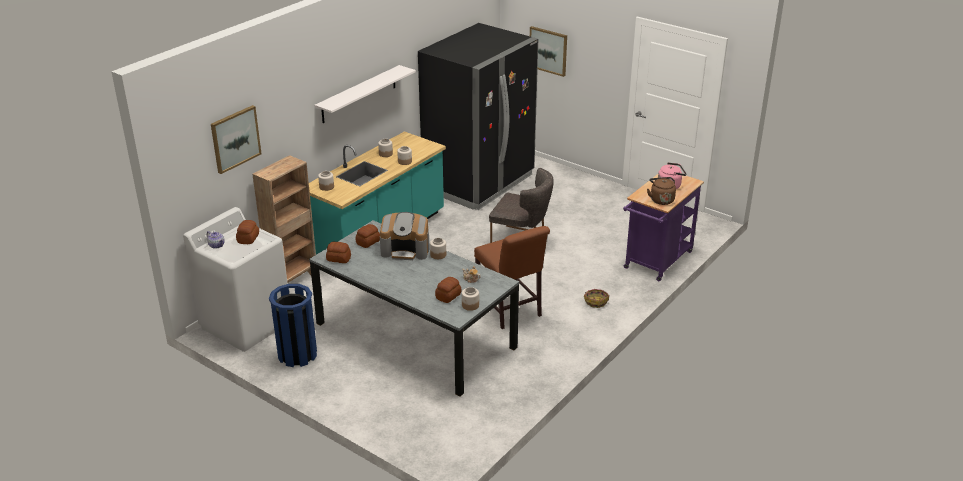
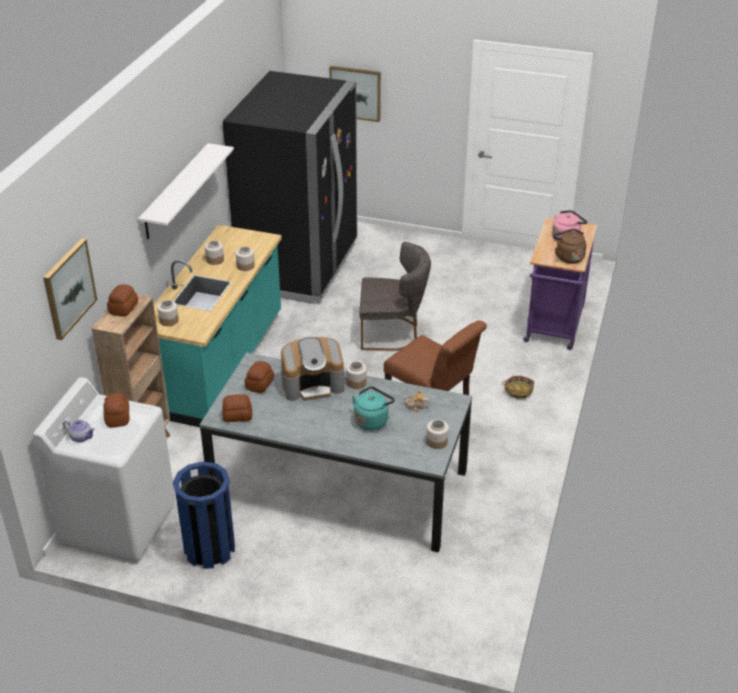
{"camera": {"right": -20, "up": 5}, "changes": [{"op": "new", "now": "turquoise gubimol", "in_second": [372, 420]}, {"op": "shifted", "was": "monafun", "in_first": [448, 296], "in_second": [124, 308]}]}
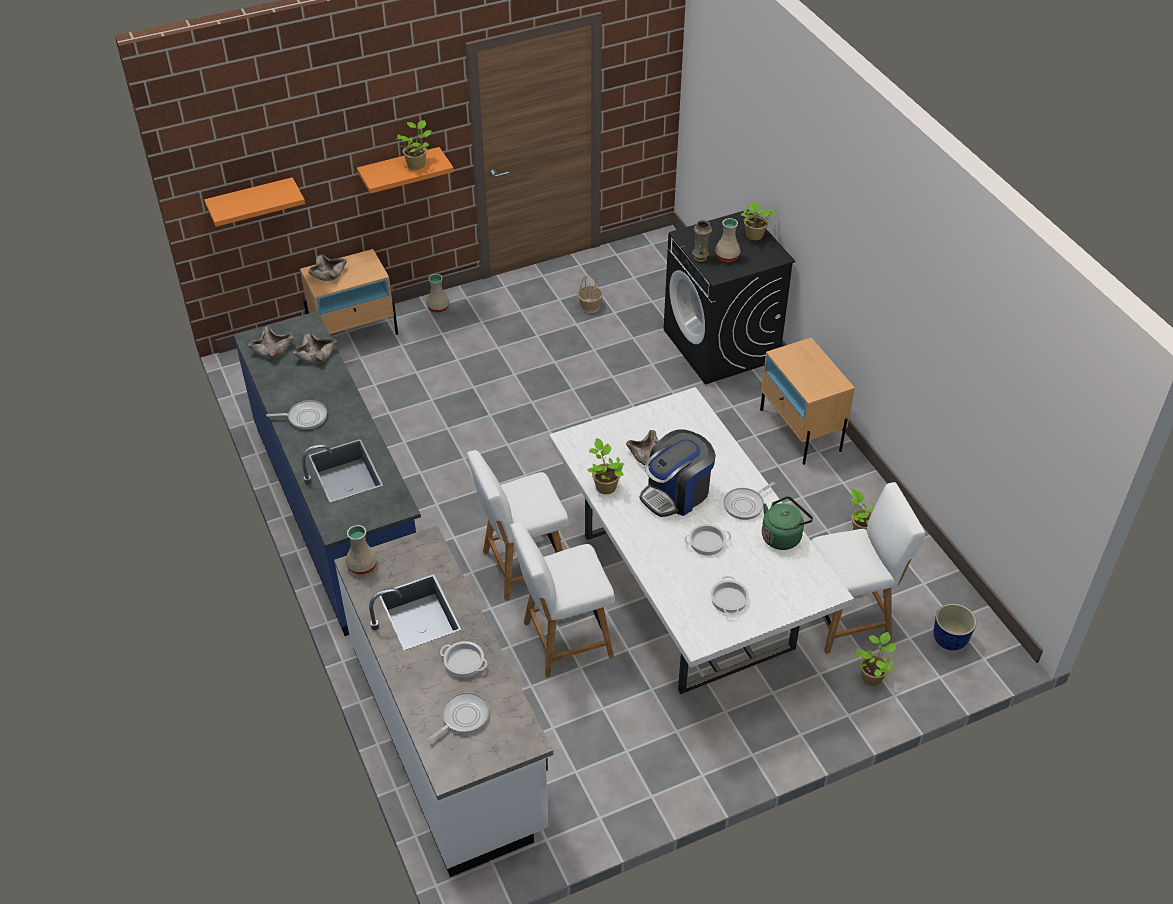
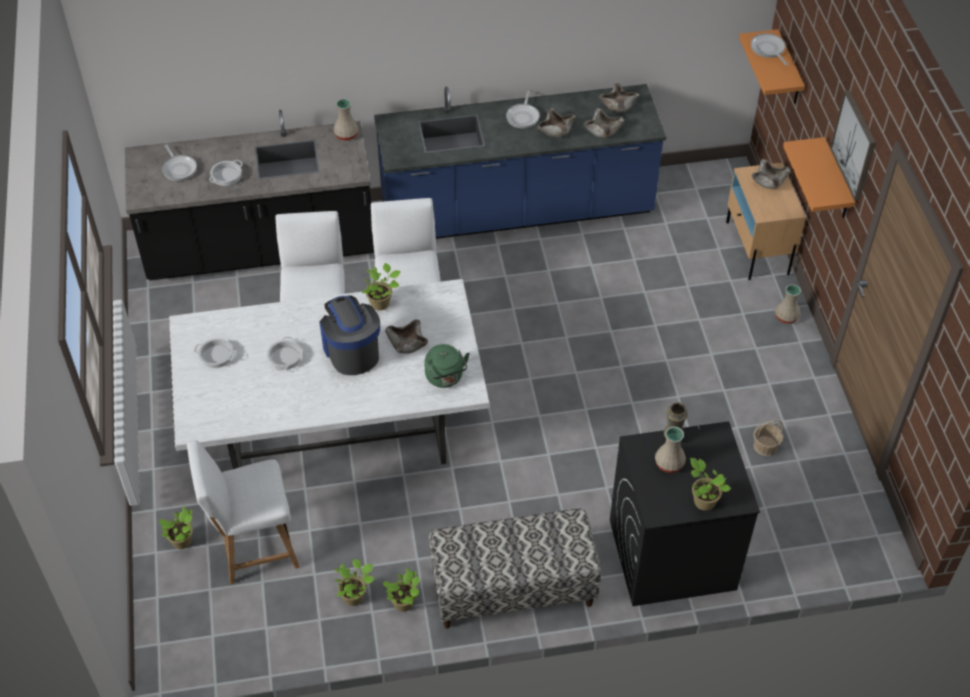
{"camera": {"right": 105, "up": 5}, "changes": [{"op": "gone", "was": "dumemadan", "in_first": [949, 641]}, {"op": "new", "now": "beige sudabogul", "in_second": [555, 129]}, {"op": "new", "now": "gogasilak", "in_second": [854, 145]}, {"op": "shifted", "was": "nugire", "in_first": [417, 164], "in_second": [404, 604]}, {"op": "shifted", "was": "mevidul", "in_first": [745, 505], "in_second": [768, 49]}, {"op": "shifted", "was": "green gubimol", "in_first": [783, 536], "in_second": [445, 378]}, {"op": "swapped", "was": "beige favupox", "now": "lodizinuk", "in_first": [800, 430], "in_second": [513, 589]}, {"op": "repainted", "was": "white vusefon", "now": "black vusefon", "in_first": [448, 737], "in_second": [261, 248]}, {"op": "rotated", "was": "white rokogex", "in_first": [849, 617], "in_second": [253, 547], "clockwise": 75}]}
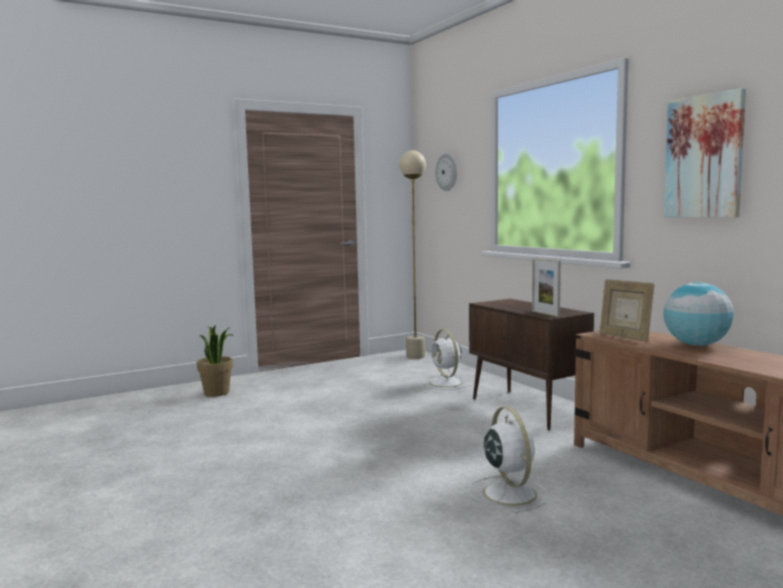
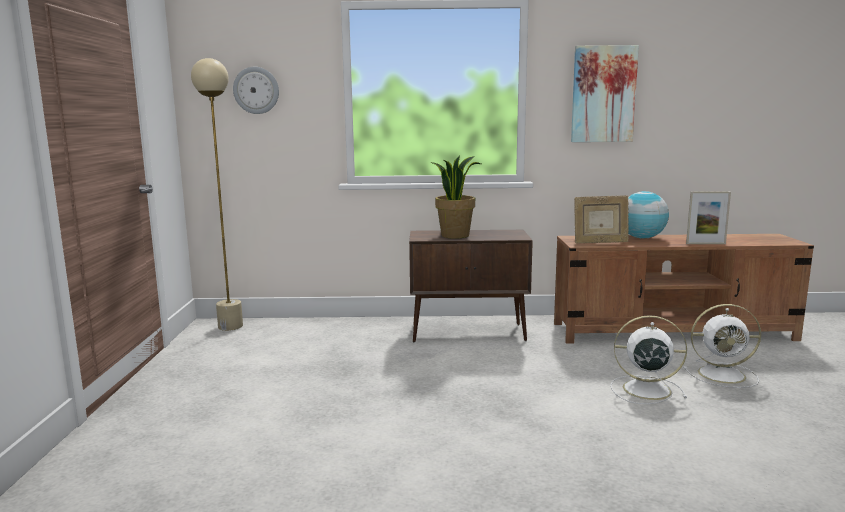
{"camera": {"right": -60, "up": 5}, "changes": [{"op": "shifted", "was": "nugire", "in_first": [217, 393], "in_second": [455, 235]}, {"op": "shifted", "was": "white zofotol", "in_first": [446, 383], "in_second": [723, 374]}, {"op": "shifted", "was": "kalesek", "in_first": [545, 314], "in_second": [705, 243]}]}
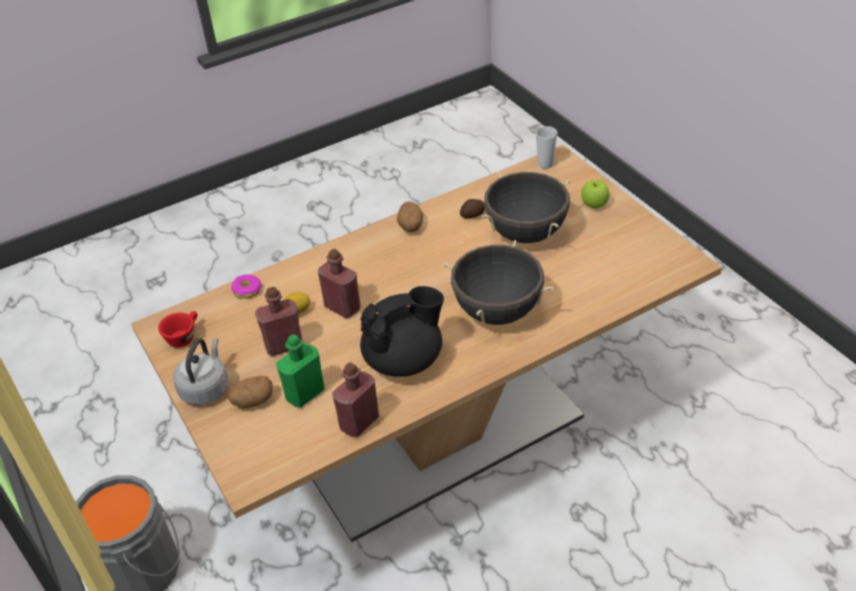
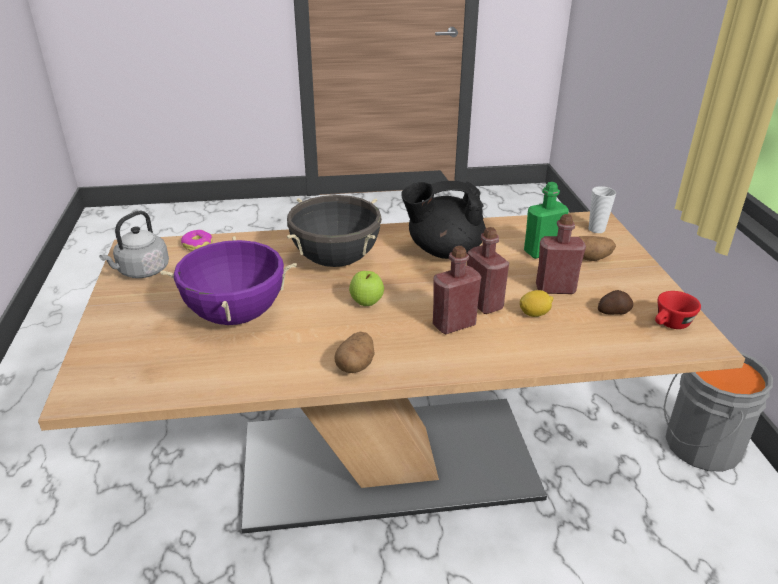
{"camera": {"right": -160, "up": -10}, "changes": [{"op": "shifted", "was": "grey gubimol", "in_first": [206, 388], "in_second": [141, 271]}, {"op": "shifted", "was": "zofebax", "in_first": [247, 290], "in_second": [197, 245]}, {"op": "shifted", "was": "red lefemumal", "in_first": [359, 422], "in_second": [454, 324]}, {"op": "shifted", "was": "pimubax", "in_first": [473, 215], "in_second": [613, 311]}, {"op": "shifted", "was": "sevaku", "in_first": [545, 164], "in_second": [596, 229]}, {"op": "shifted", "was": "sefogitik", "in_first": [594, 205], "in_second": [366, 302]}, {"op": "repainted", "was": "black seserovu", "now": "purple seserovu", "in_first": [526, 233], "in_second": [236, 315]}]}
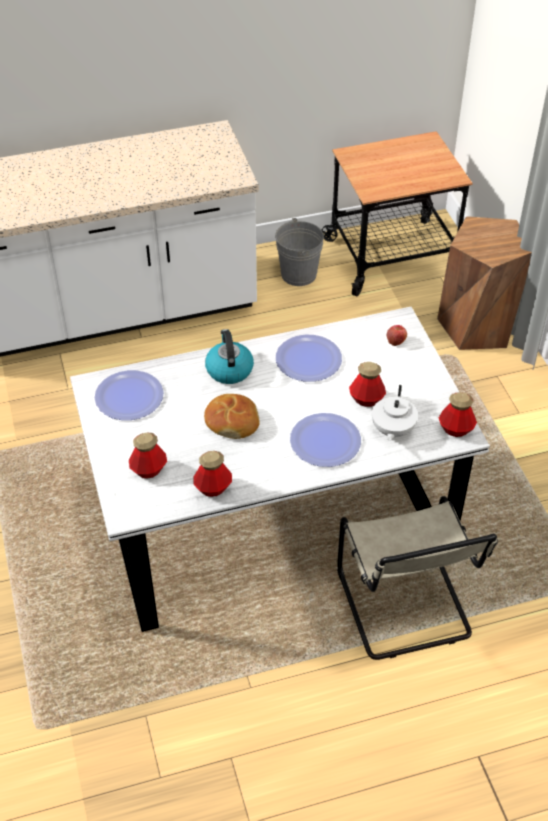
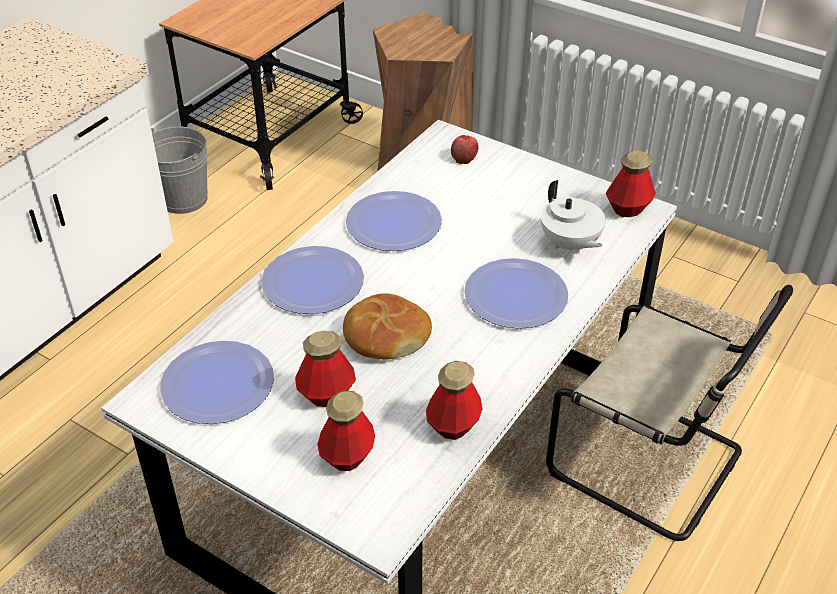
{"camera": {"right": -40, "up": -5}, "changes": [{"op": "shifted", "was": "lefemumal", "in_first": [366, 399], "in_second": [326, 394]}, {"op": "swapped", "was": "gubimol", "now": "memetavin", "in_first": [229, 369], "in_second": [313, 282]}]}
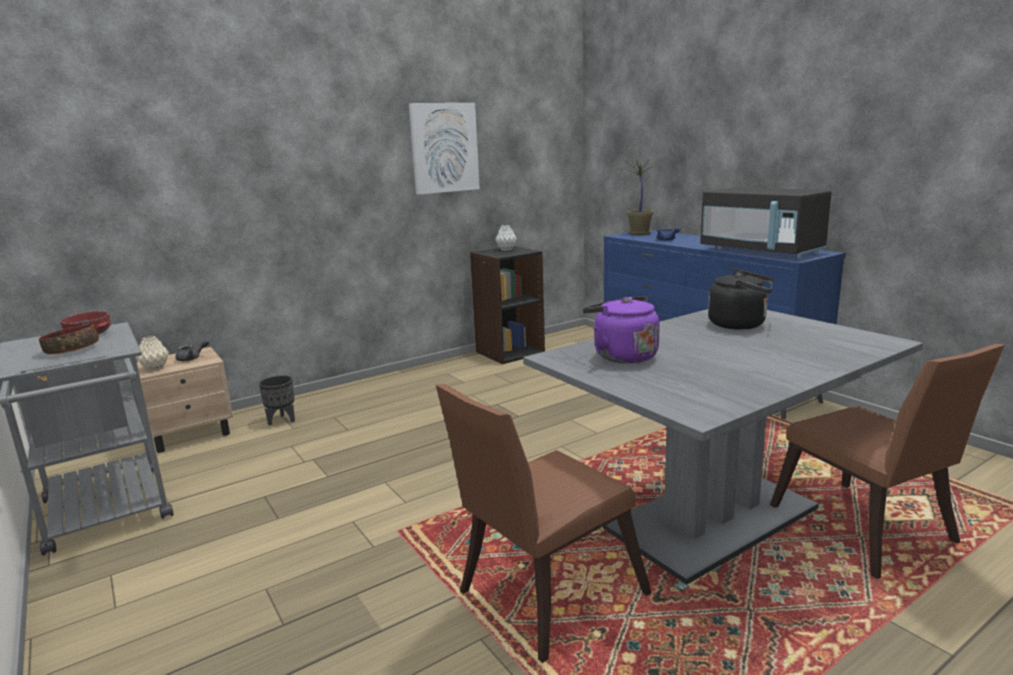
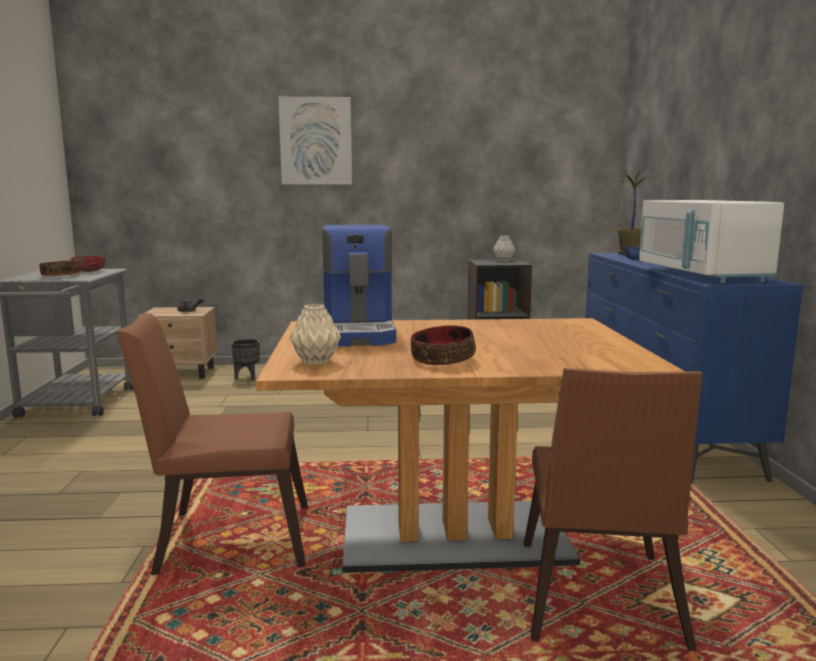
{"camera": {"right": 30, "up": -5}, "changes": [{"op": "gone", "was": "black gubimol", "in_first": [740, 324]}, {"op": "new", "now": "sudabogul", "in_second": [441, 359]}, {"op": "shifted", "was": "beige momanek", "in_first": [154, 369], "in_second": [314, 362]}, {"op": "shifted", "was": "gogasilak", "in_first": [444, 148], "in_second": [316, 141]}, {"op": "swapped", "was": "purple gubimol", "now": "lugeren", "in_first": [622, 356], "in_second": [360, 332]}, {"op": "repainted", "was": "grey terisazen", "now": "brown terisazen", "in_first": [712, 519], "in_second": [454, 537]}, {"op": "repainted", "was": "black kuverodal", "now": "white kuverodal", "in_first": [761, 251], "in_second": [701, 275]}]}
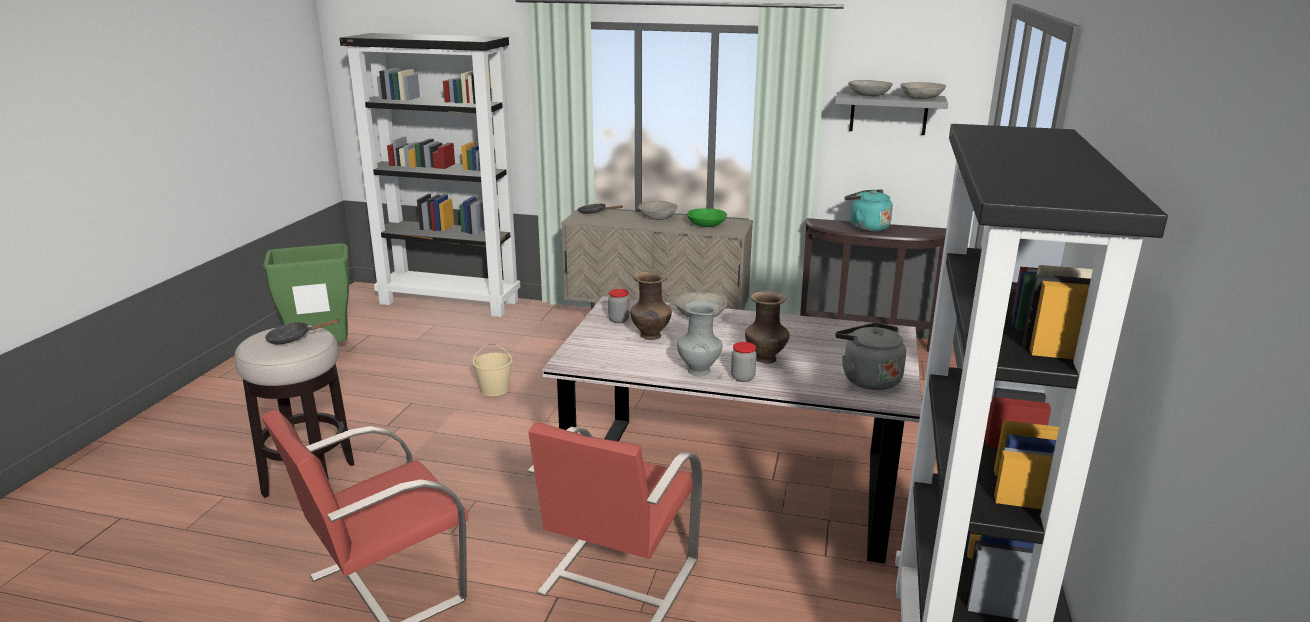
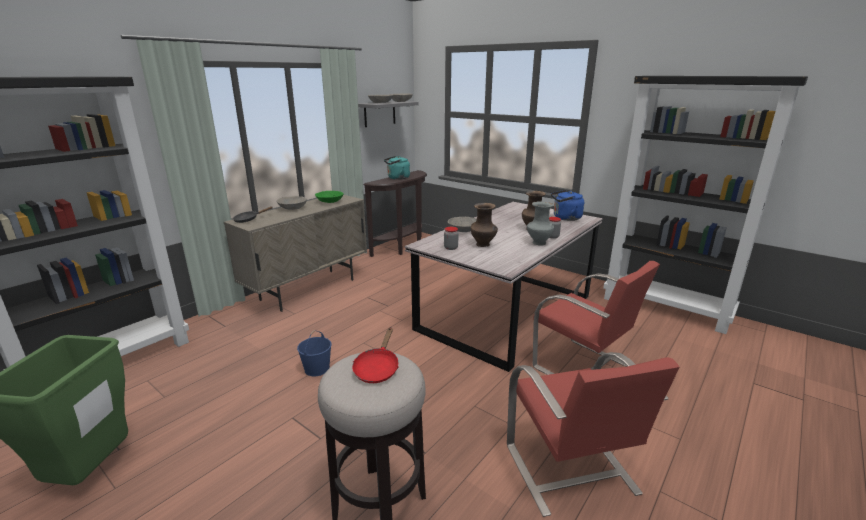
{"camera": {"right": -65, "up": 0}, "changes": [{"op": "repainted", "was": "black mevidul", "now": "red mevidul", "in_first": [294, 338], "in_second": [377, 368]}, {"op": "repainted", "was": "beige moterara", "now": "blue moterara", "in_first": [495, 389], "in_second": [317, 368]}, {"op": "repainted", "was": "grey gubimol", "now": "blue gubimol", "in_first": [868, 379], "in_second": [565, 218]}]}
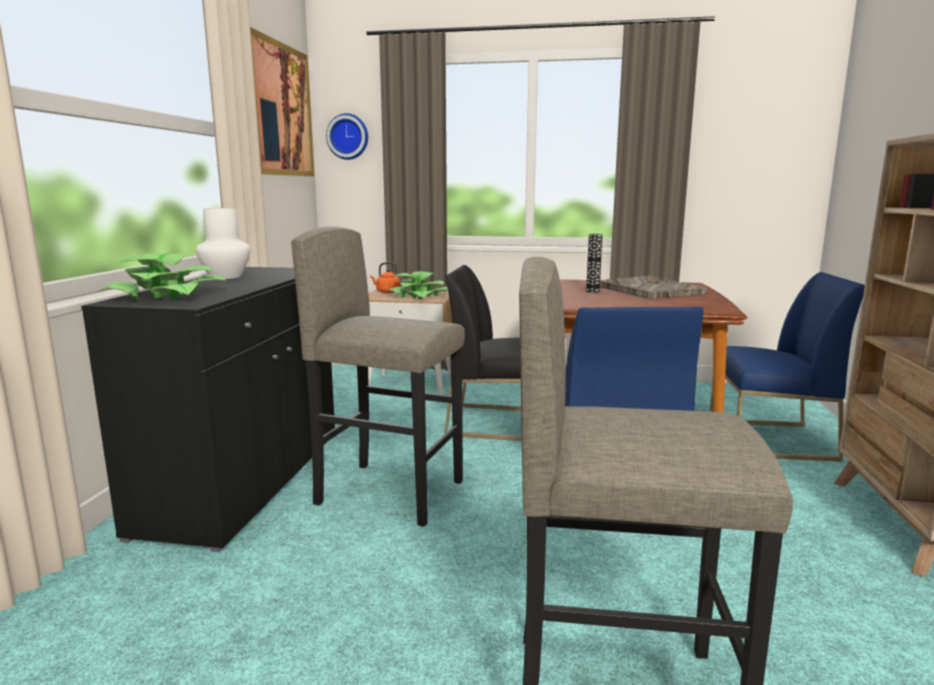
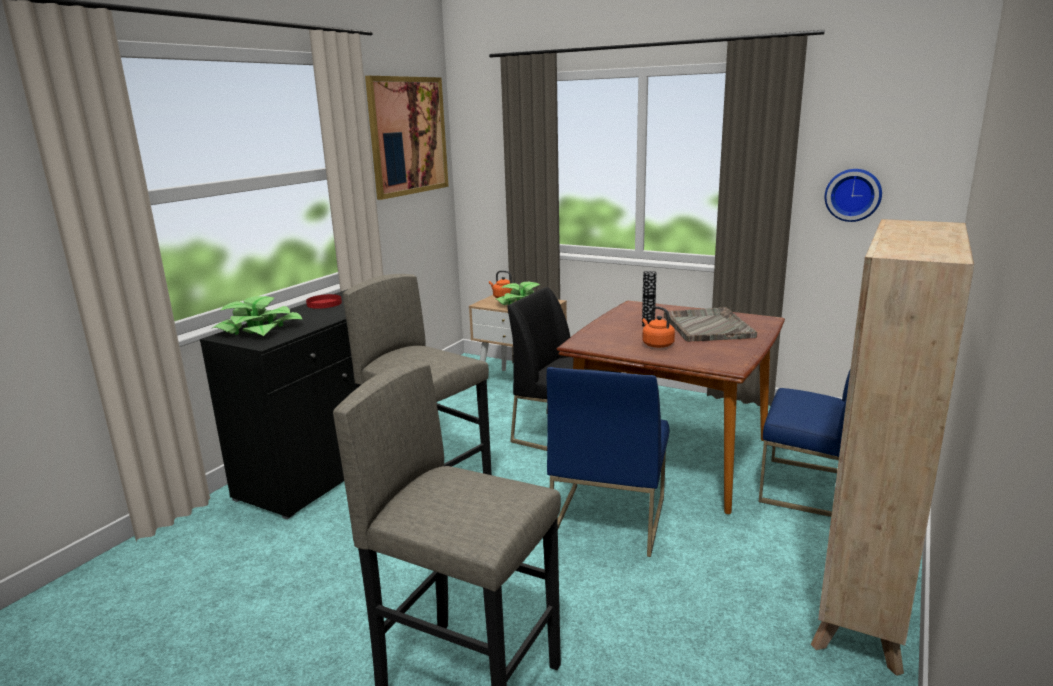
{"camera": {"right": 20, "up": 5}, "changes": [{"op": "new", "now": "orange gubimol", "in_second": [656, 344]}, {"op": "shifted", "was": "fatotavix", "in_first": [348, 137], "in_second": [853, 194]}, {"op": "swapped", "was": "white momanek", "now": "red memetavin", "in_first": [226, 276], "in_second": [324, 303]}]}
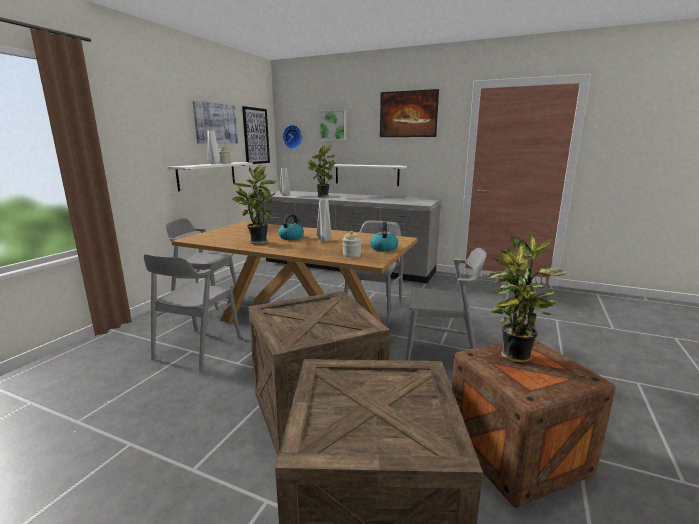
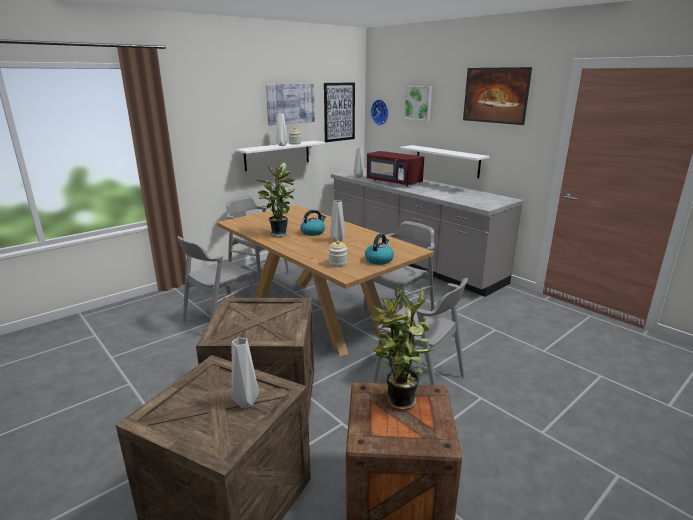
{"camera": {"right": 25, "up": 5}, "changes": [{"op": "new", "now": "grey momanek", "in_second": [244, 403]}, {"op": "swapped", "was": "nugire", "now": "red kuverodal", "in_first": [322, 196], "in_second": [392, 182]}]}
